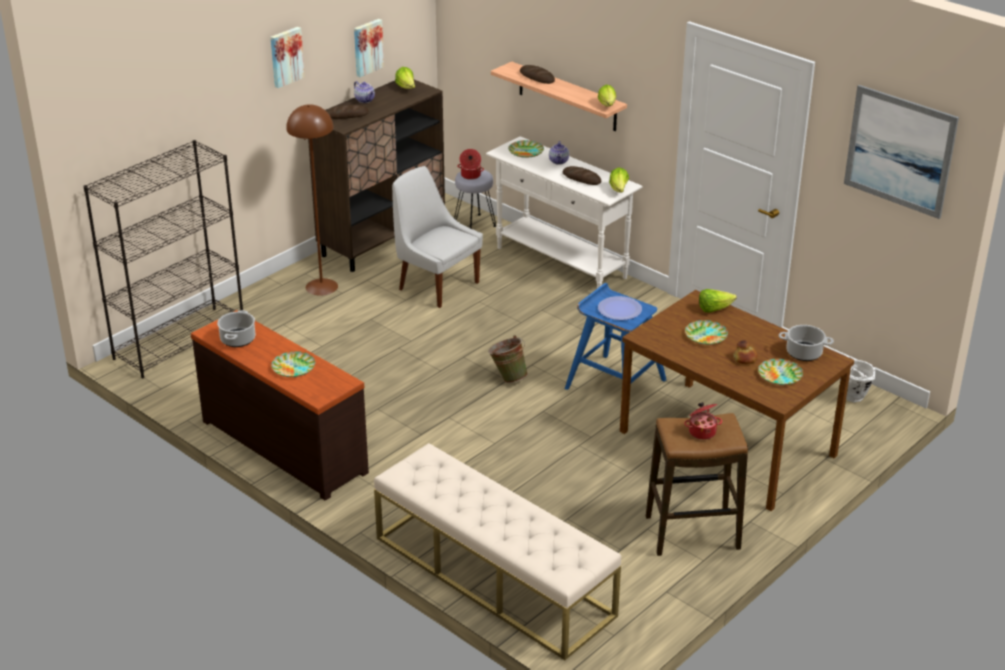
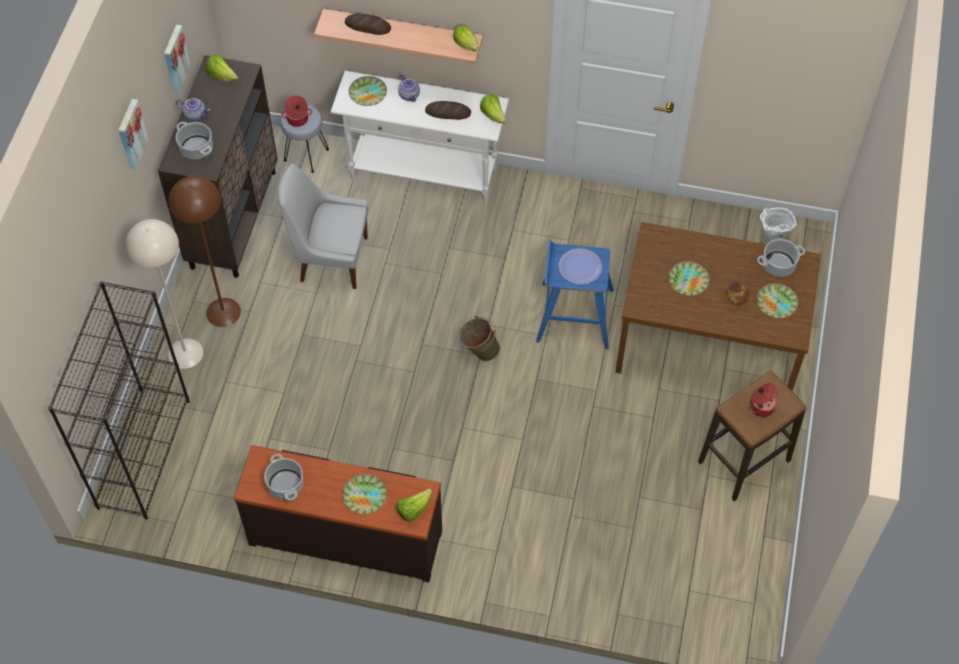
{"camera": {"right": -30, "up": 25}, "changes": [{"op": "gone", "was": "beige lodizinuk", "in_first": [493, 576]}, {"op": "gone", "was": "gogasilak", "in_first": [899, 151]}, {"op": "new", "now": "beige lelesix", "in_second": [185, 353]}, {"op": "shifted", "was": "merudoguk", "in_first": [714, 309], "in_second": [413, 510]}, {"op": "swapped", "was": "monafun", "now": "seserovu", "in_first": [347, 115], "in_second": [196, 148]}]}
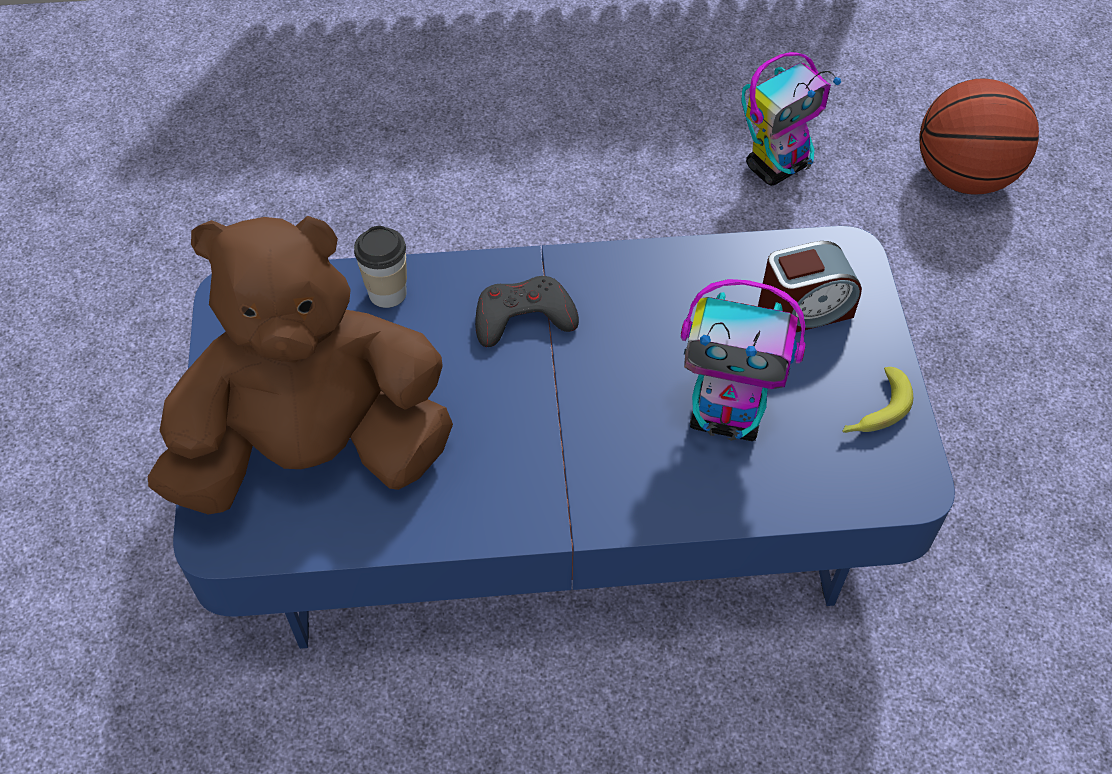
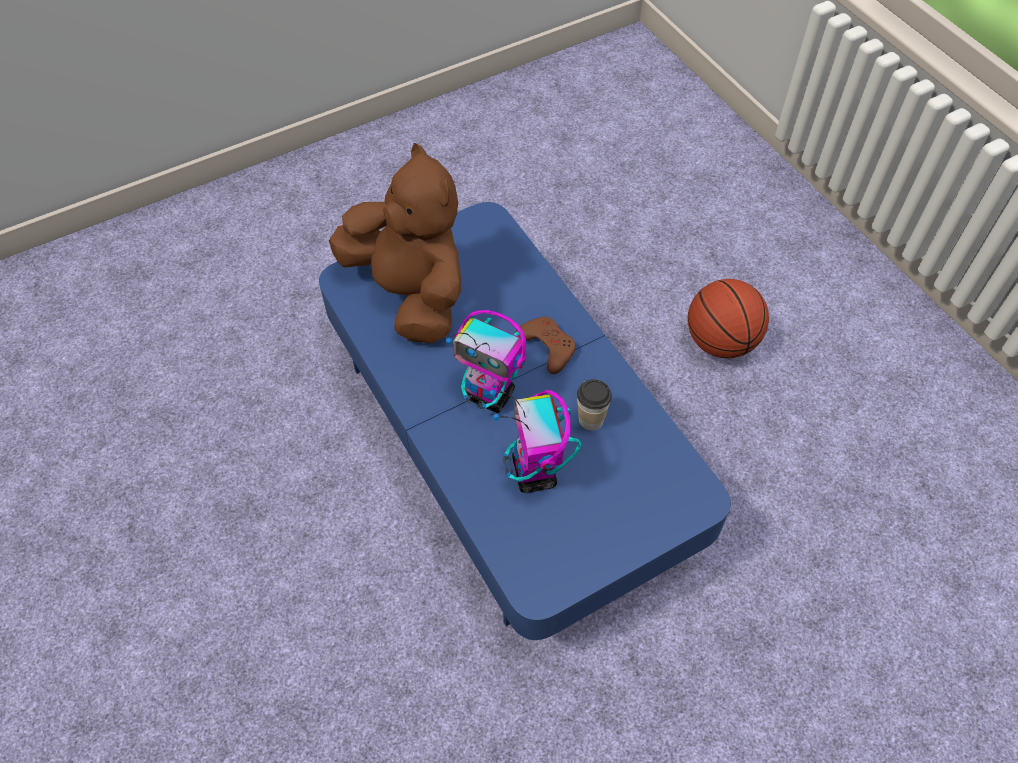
{"camera": {"right": 65, "up": 0}, "changes": [{"op": "gone", "was": "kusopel", "in_first": [804, 310]}, {"op": "gone", "was": "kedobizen", "in_first": [873, 411]}, {"op": "shifted", "was": "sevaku", "in_first": [387, 293], "in_second": [591, 420]}, {"op": "shifted", "was": "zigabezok", "in_first": [777, 166], "in_second": [490, 395]}, {"op": "shifted", "was": "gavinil", "in_first": [963, 176], "in_second": [721, 342]}, {"op": "repainted", "was": "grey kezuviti", "now": "brown kezuviti", "in_first": [523, 317], "in_second": [547, 347]}]}
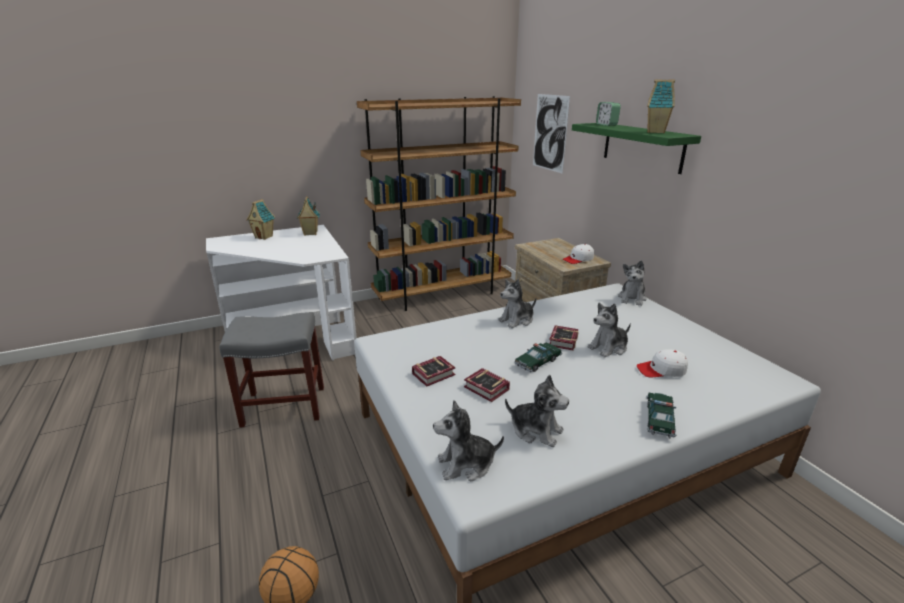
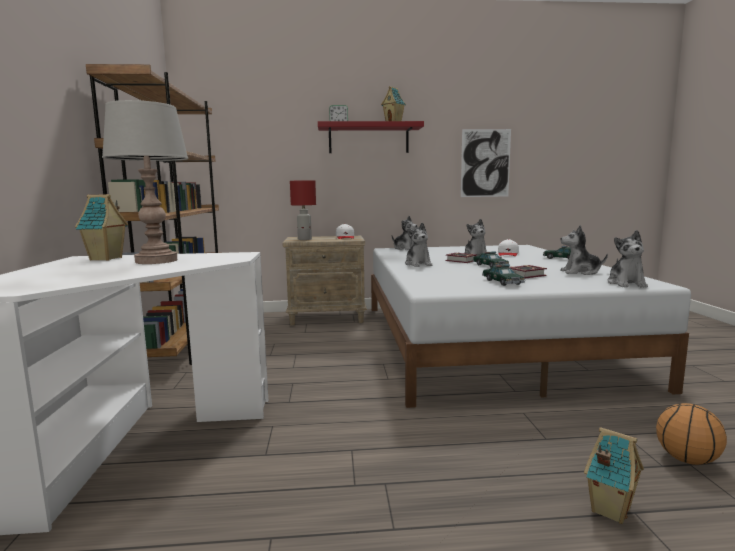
{"camera": {"right": -70, "up": -15}, "changes": [{"op": "gone", "was": "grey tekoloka", "in_first": [282, 406]}, {"op": "new", "now": "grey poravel", "in_second": [156, 261]}, {"op": "new", "now": "red poravel", "in_second": [305, 239]}, {"op": "shifted", "was": "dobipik", "in_first": [264, 237], "in_second": [609, 510]}, {"op": "shifted", "was": "gogasilak", "in_first": [550, 133], "in_second": [485, 163]}, {"op": "swapped", "was": "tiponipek", "now": "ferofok", "in_first": [435, 374], "in_second": [502, 282]}, {"op": "repainted", "was": "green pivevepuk", "now": "red pivevepuk", "in_first": [642, 147], "in_second": [368, 139]}, {"op": "rotated", "was": "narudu", "in_first": [536, 430], "in_second": [580, 272], "clockwise": -135}]}
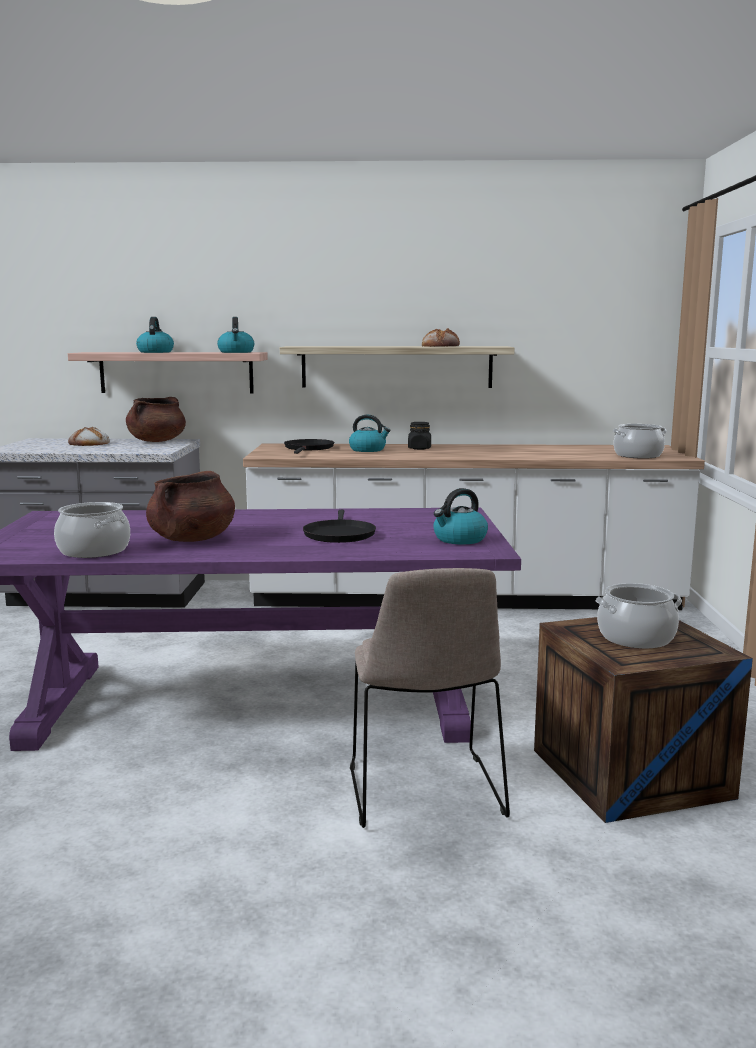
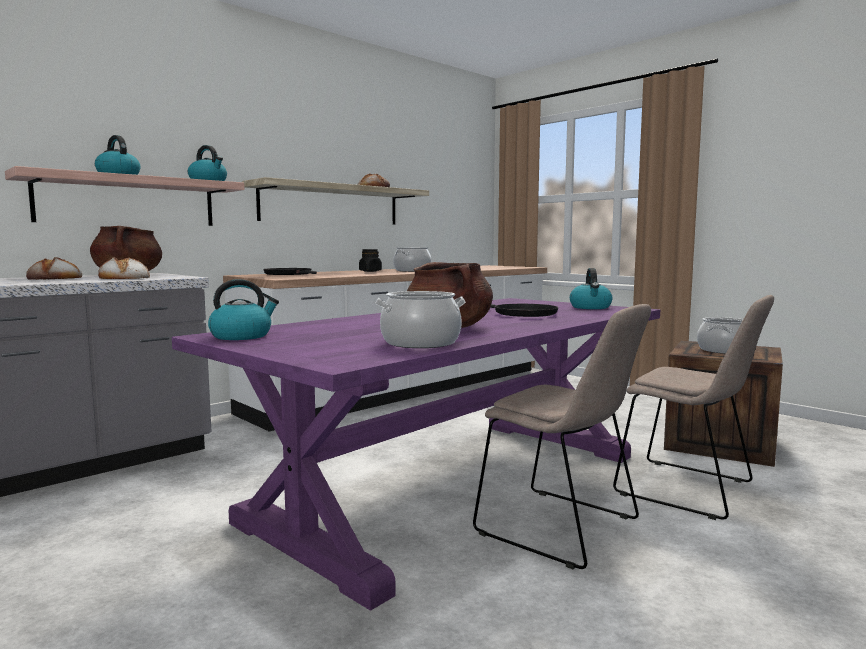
{"camera": {"right": -45, "up": -5}, "changes": [{"op": "new", "now": "monafun", "in_second": [124, 278]}, {"op": "new", "now": "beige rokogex", "in_second": [562, 528]}, {"op": "shifted", "was": "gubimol", "in_first": [368, 450], "in_second": [242, 336]}, {"op": "shifted", "was": "seserovu", "in_first": [638, 455], "in_second": [412, 271]}]}
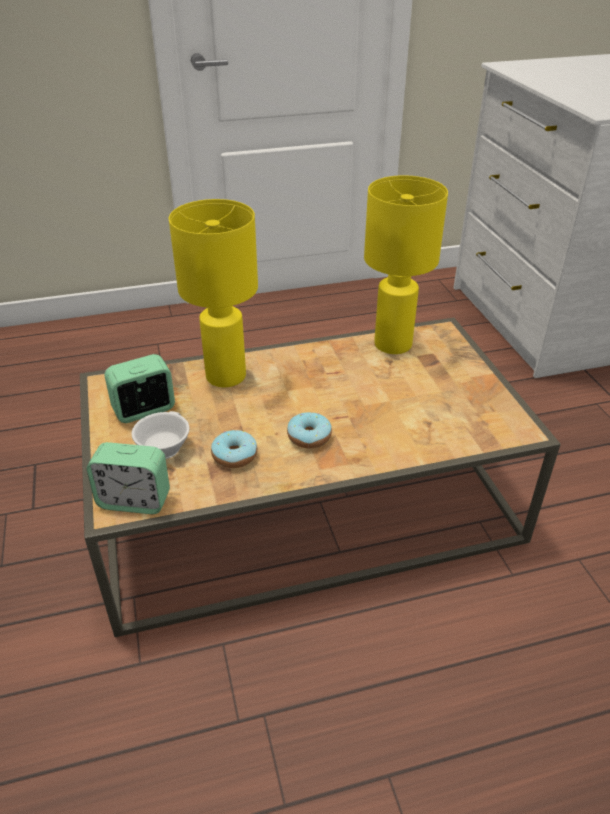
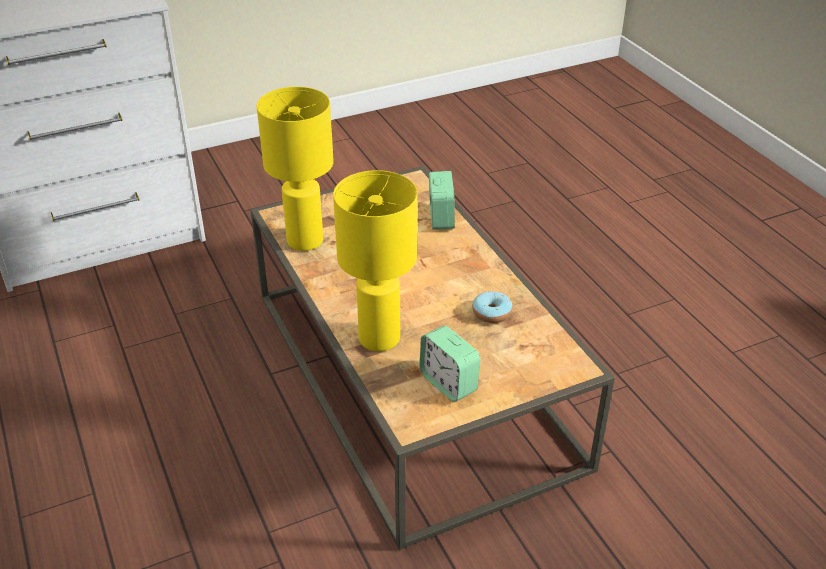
{"camera": {"right": -100, "up": 0}, "changes": [{"op": "gone", "was": "white sevaku", "in_first": [162, 446]}, {"op": "gone", "was": "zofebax", "in_first": [309, 437]}, {"op": "shifted", "was": "kusopel", "in_first": [134, 500], "in_second": [441, 218]}]}
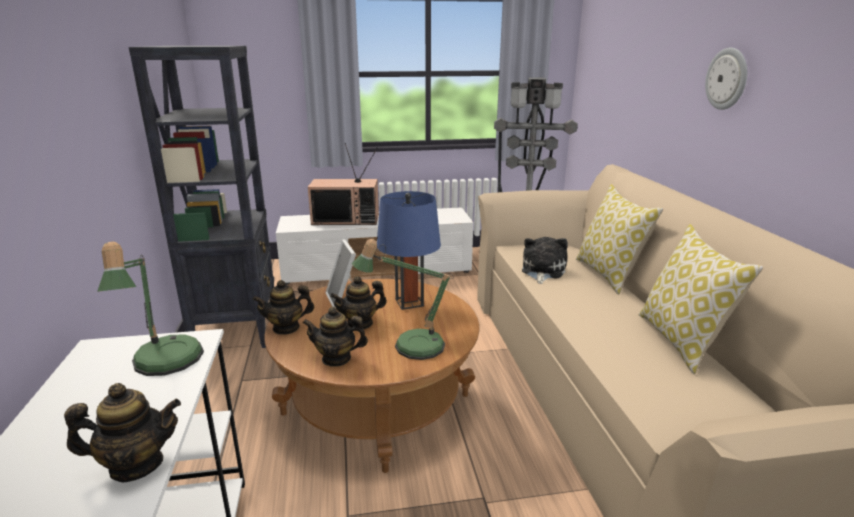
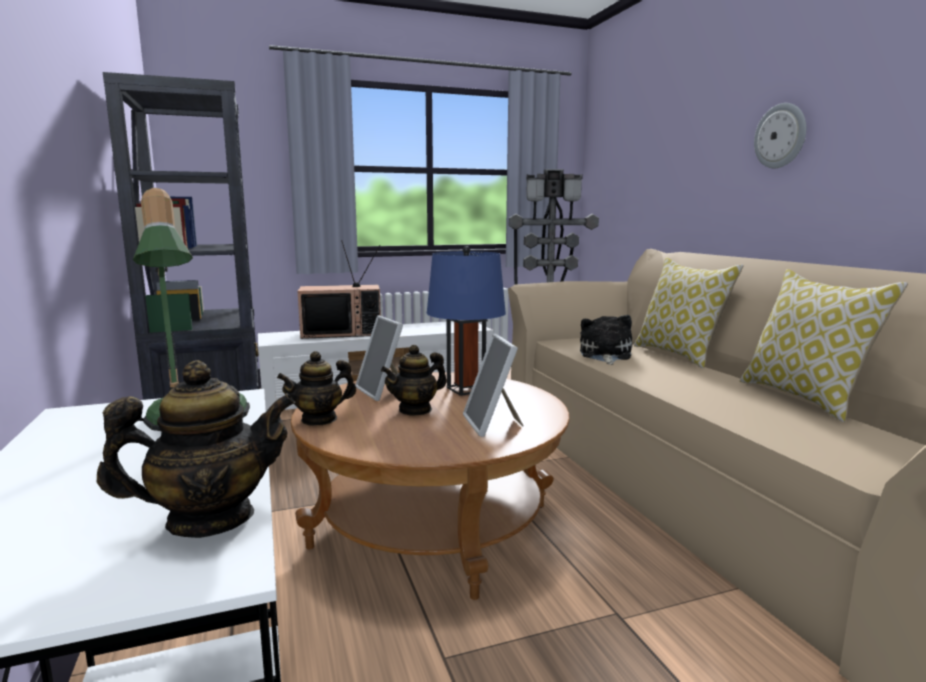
{"camera": {"right": -10, "up": -10}, "changes": [{"op": "gone", "was": "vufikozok", "in_first": [336, 358]}, {"op": "swapped", "was": "poravel", "now": "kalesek", "in_first": [410, 345], "in_second": [492, 424]}]}
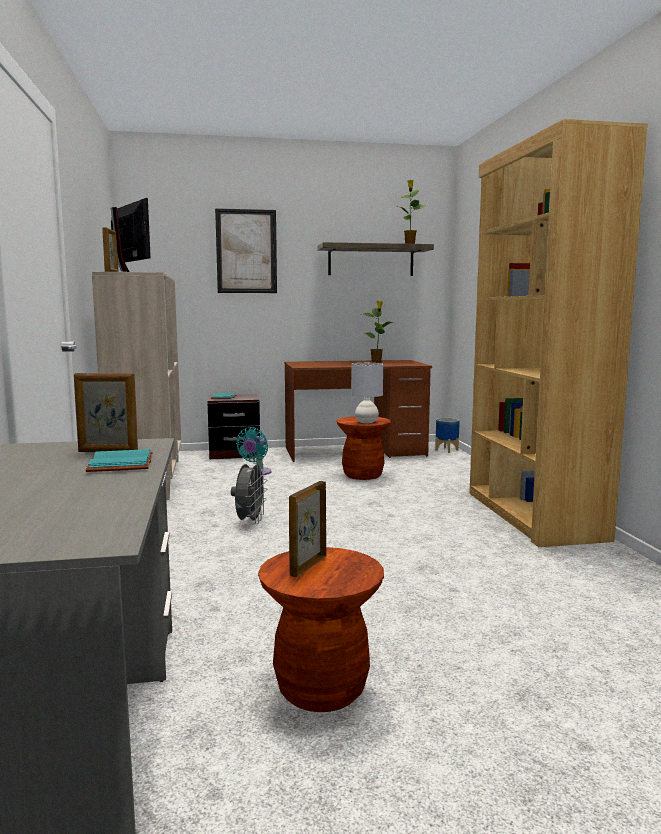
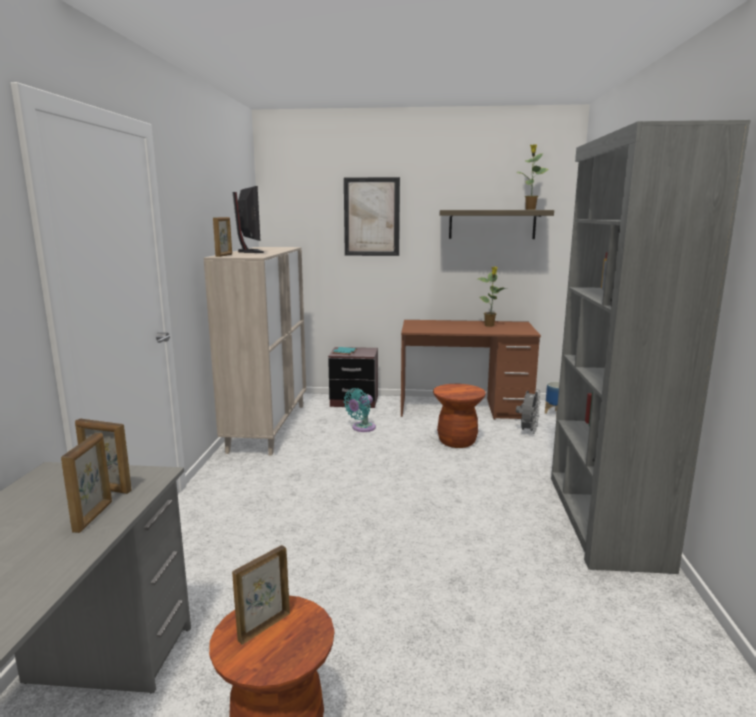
{"camera": {"right": 15, "up": 5}, "changes": [{"op": "gone", "was": "grey poravel", "in_first": [367, 422]}, {"op": "shifted", "was": "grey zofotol", "in_first": [250, 522], "in_second": [527, 431]}, {"op": "swapped", "was": "turquoise tiponipek", "now": "kalesek", "in_first": [119, 464], "in_second": [94, 516]}, {"op": "repainted", "was": "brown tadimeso", "now": "grey tadimeso", "in_first": [532, 515], "in_second": [603, 520]}]}
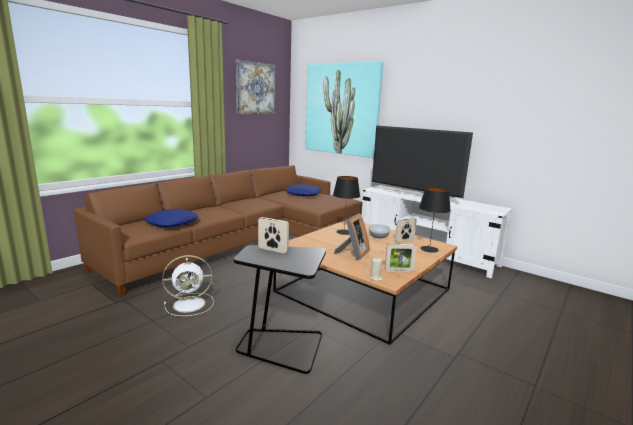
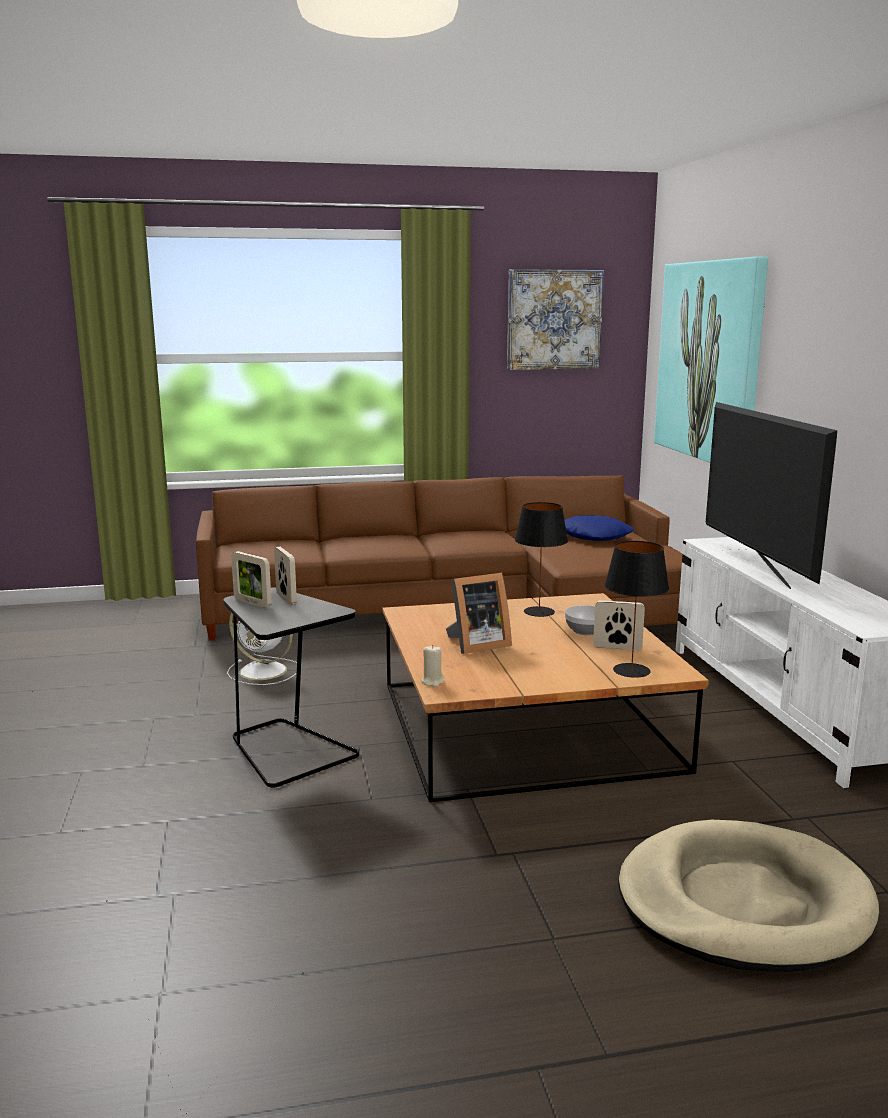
{"camera": {"right": 40, "up": 0}, "changes": [{"op": "gone", "was": "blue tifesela", "in_first": [171, 223]}, {"op": "new", "now": "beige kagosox", "in_second": [742, 903]}, {"op": "shifted", "was": "kalesek", "in_first": [399, 271], "in_second": [252, 603]}]}
